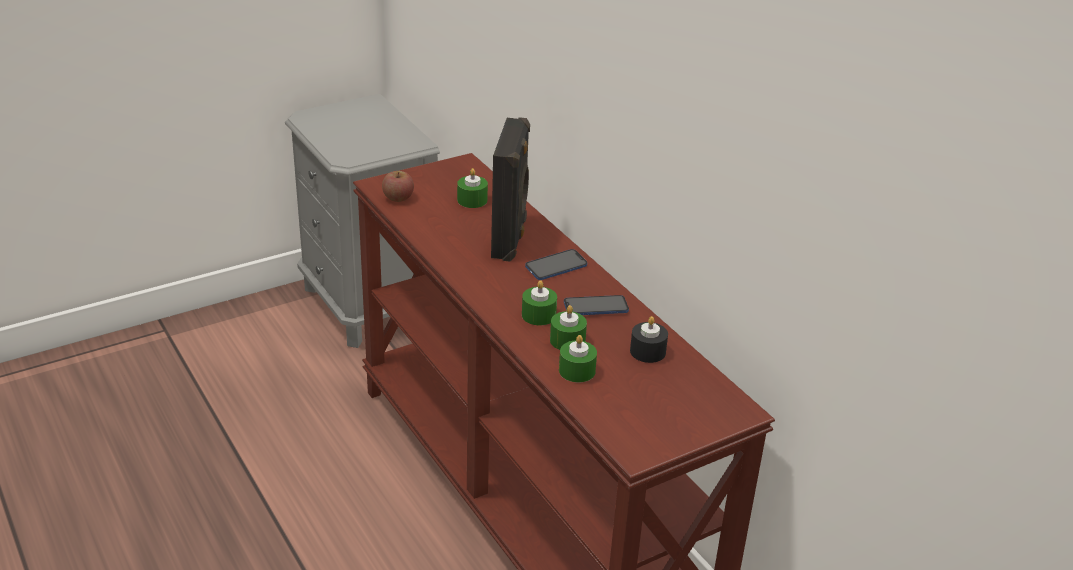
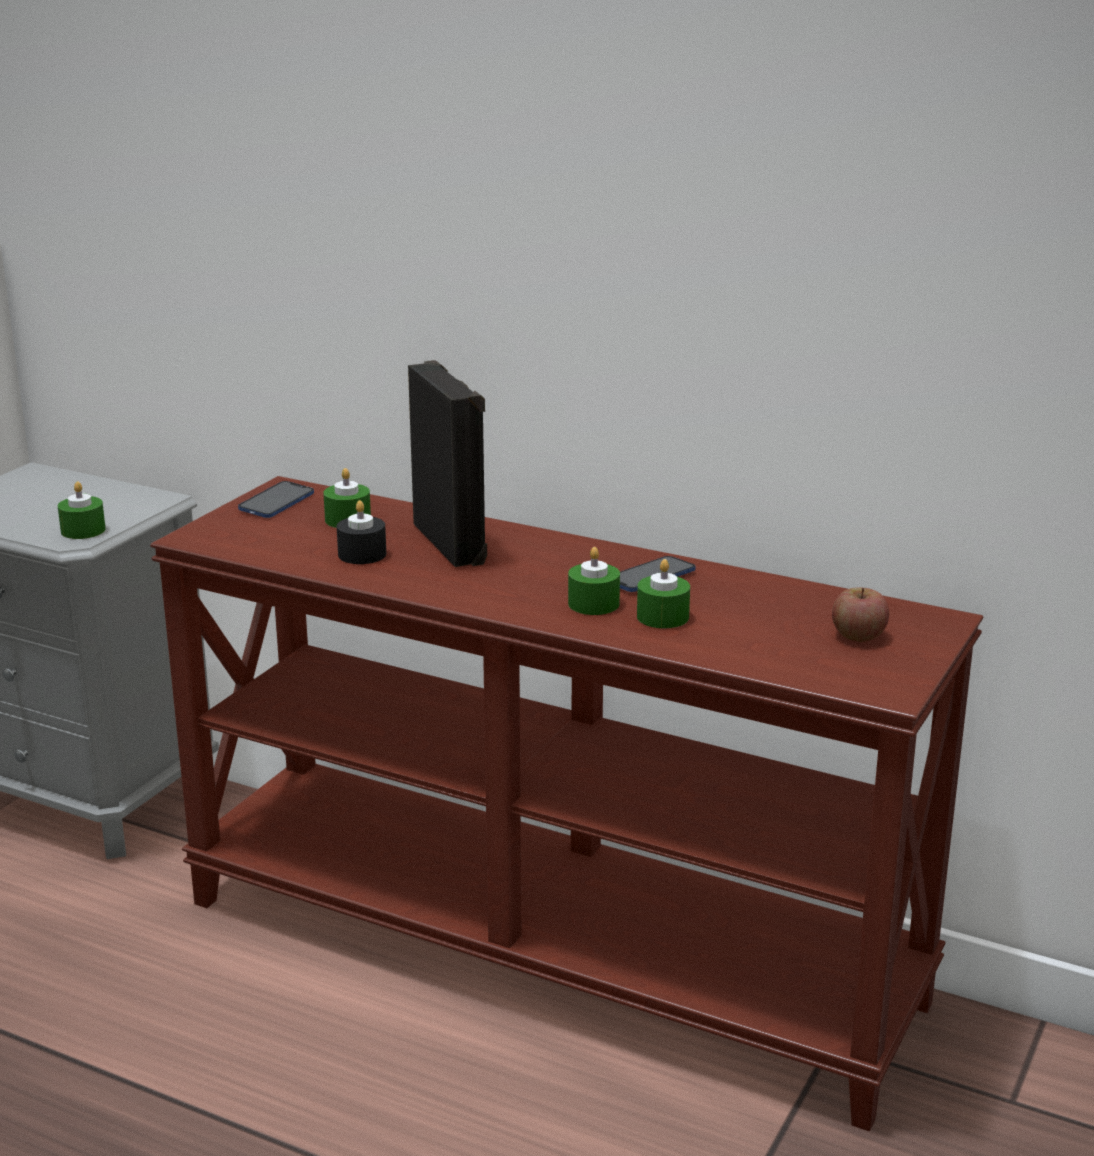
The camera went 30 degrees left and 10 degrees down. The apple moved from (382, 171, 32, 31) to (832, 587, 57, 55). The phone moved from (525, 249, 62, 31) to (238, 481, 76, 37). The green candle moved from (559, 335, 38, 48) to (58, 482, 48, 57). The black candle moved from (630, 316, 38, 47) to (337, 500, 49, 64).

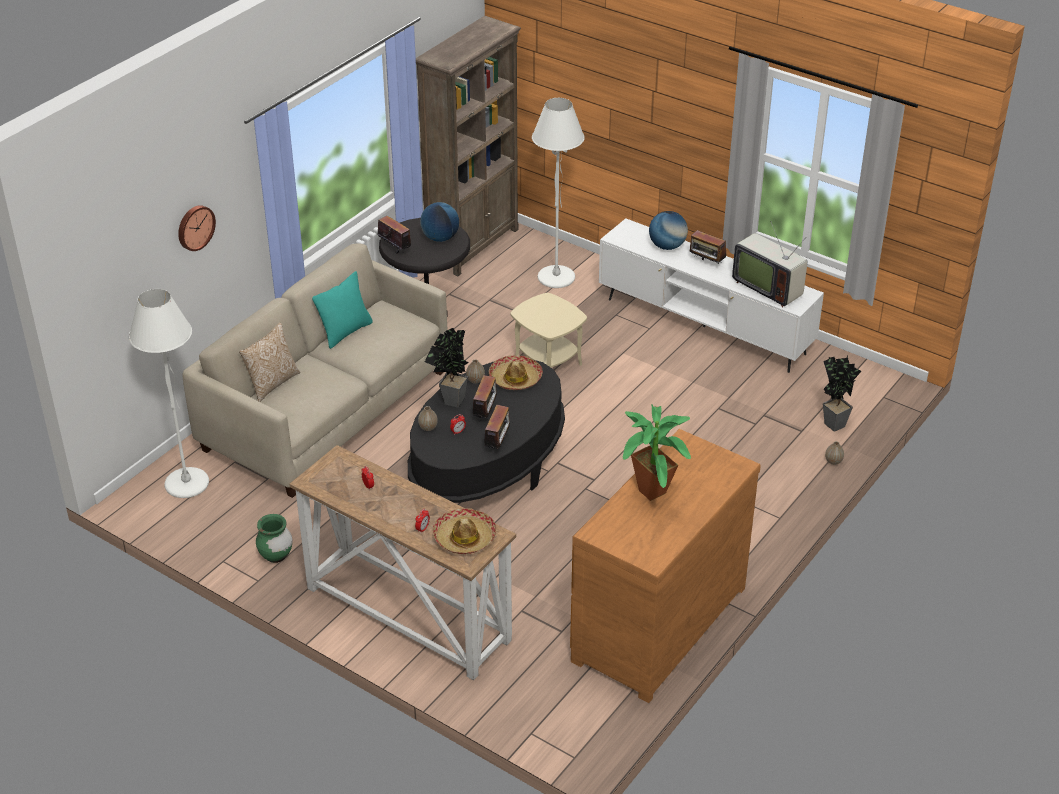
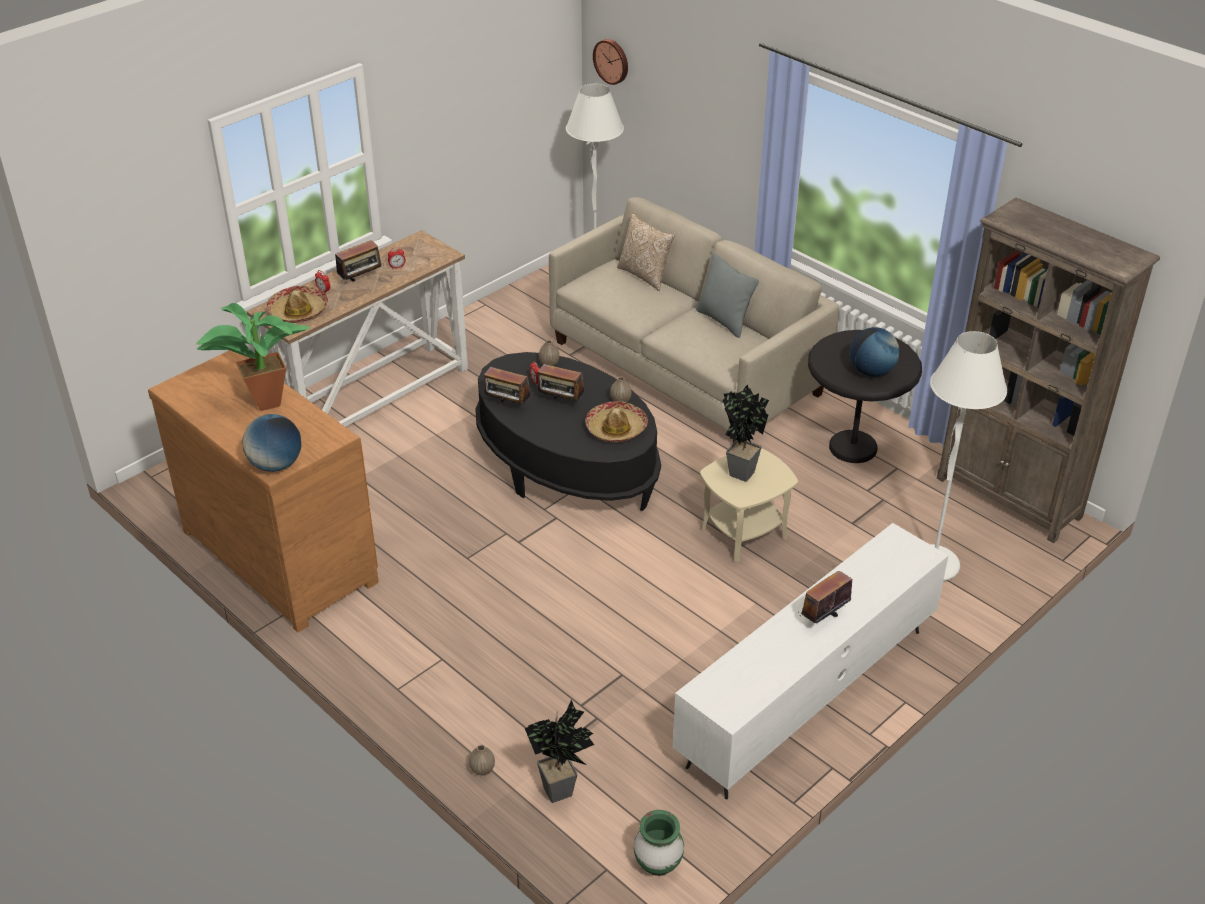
The camera went 100 degrees right and 0 degrees up. The wall clock moved from (178, 205, 38, 46) to (593, 39, 35, 46). The green vase moved from (256, 514, 36, 49) to (634, 810, 50, 66). The turquoise pillow at (312, 271, 61, 78) became the grey pillow at (696, 253, 63, 85). The radio moved from (377, 216, 34, 38) to (335, 240, 47, 42). The potted plant moved from (425, 328, 44, 80) to (722, 384, 47, 98). The globe moved from (649, 211, 39, 39) to (243, 414, 58, 58). The television at (732, 221, 75, 86) disappeared.

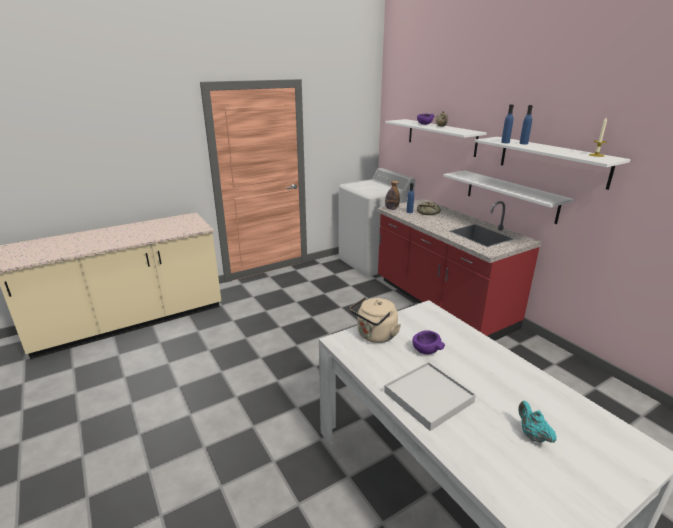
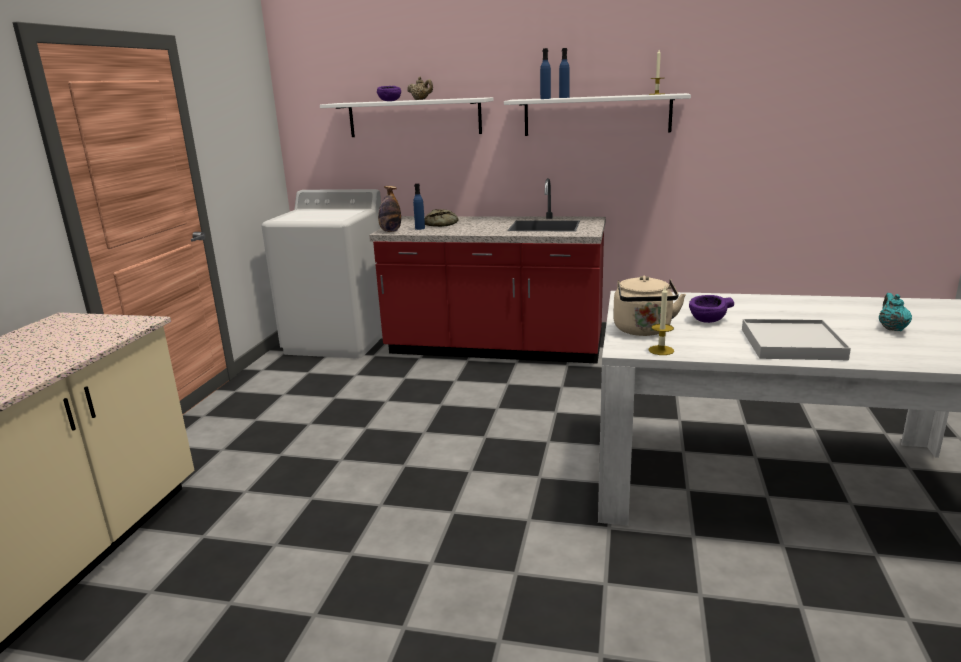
The camera went 45 degrees left and 5 degrees down. The white shelf at (443, 170, 131, 54) disappeared. The turquoise teapot at (518, 401, 38, 42) turned 75 degrees clockwise. The candle at (649, 287, 25, 68) appeared.

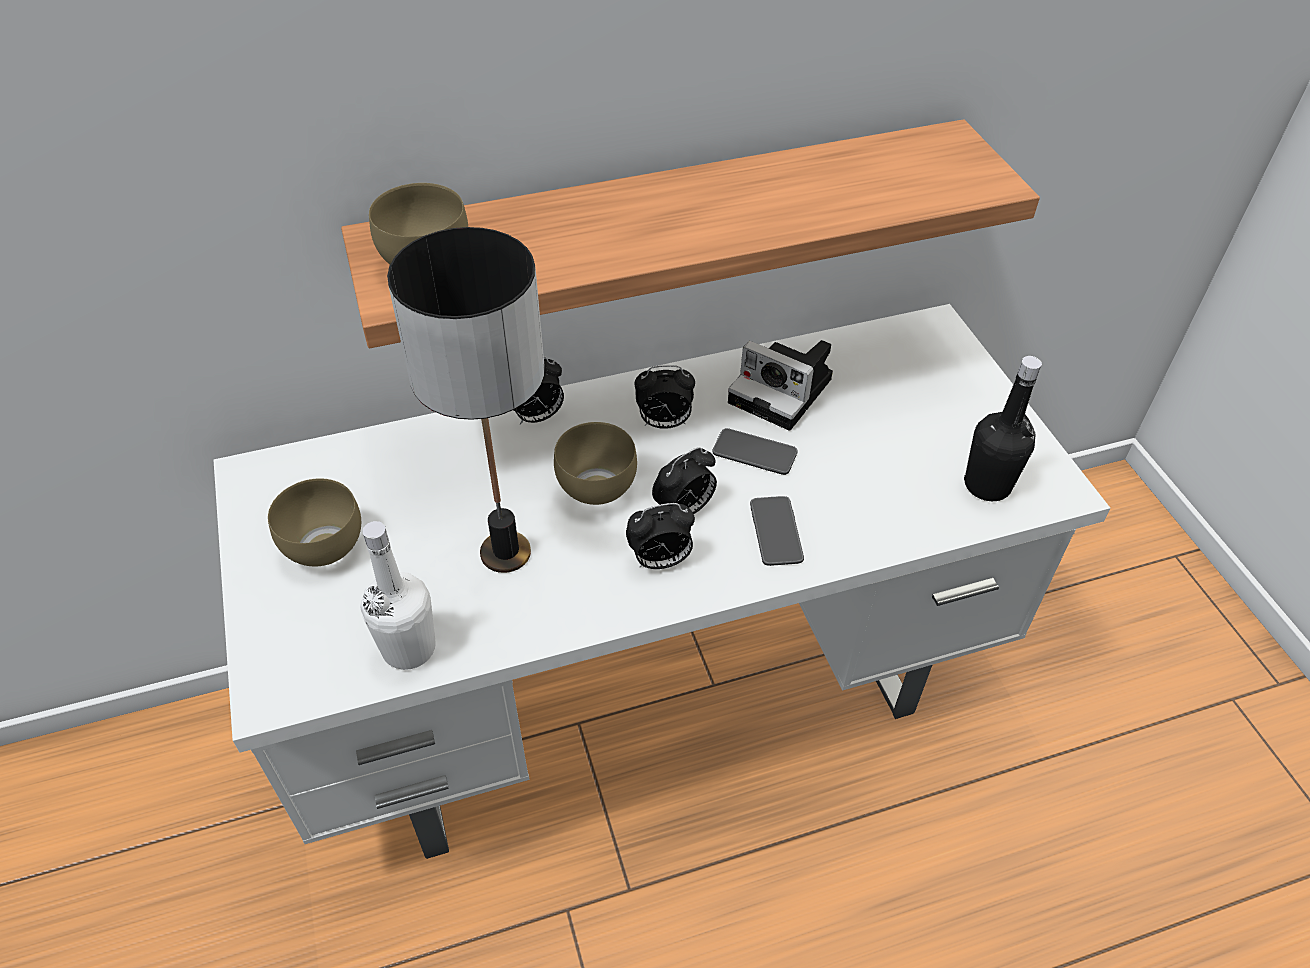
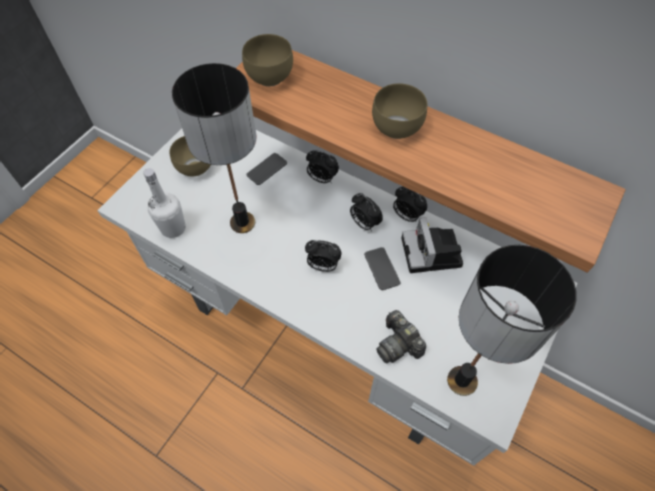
The camera went 50 degrees right and 10 degrees up. The brown bowl moved from (554, 422, 83, 83) to (372, 83, 55, 56). The alarm clock moved from (626, 503, 69, 66) to (393, 187, 34, 35). The phone moved from (750, 496, 54, 70) to (246, 153, 41, 32). The black bottle at (964, 356, 78, 145) was replaced by the table lamp at (447, 245, 130, 151). The photo camera at (376, 310, 50, 53) appeared.

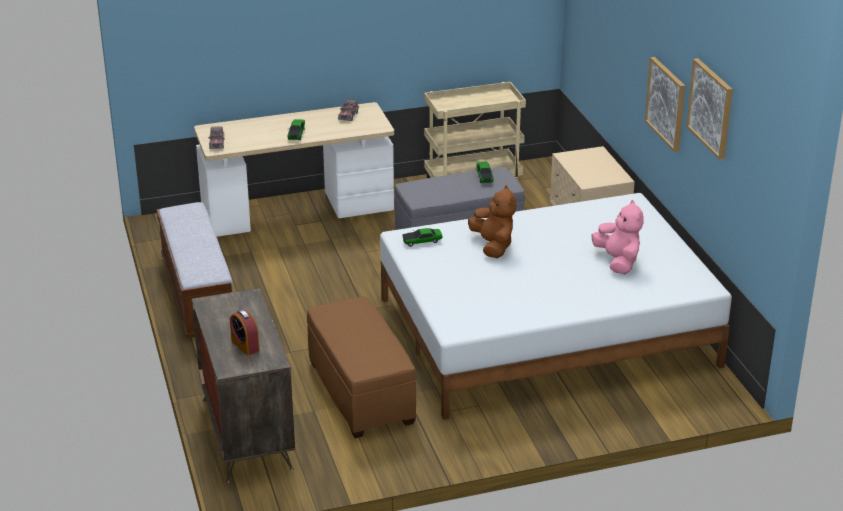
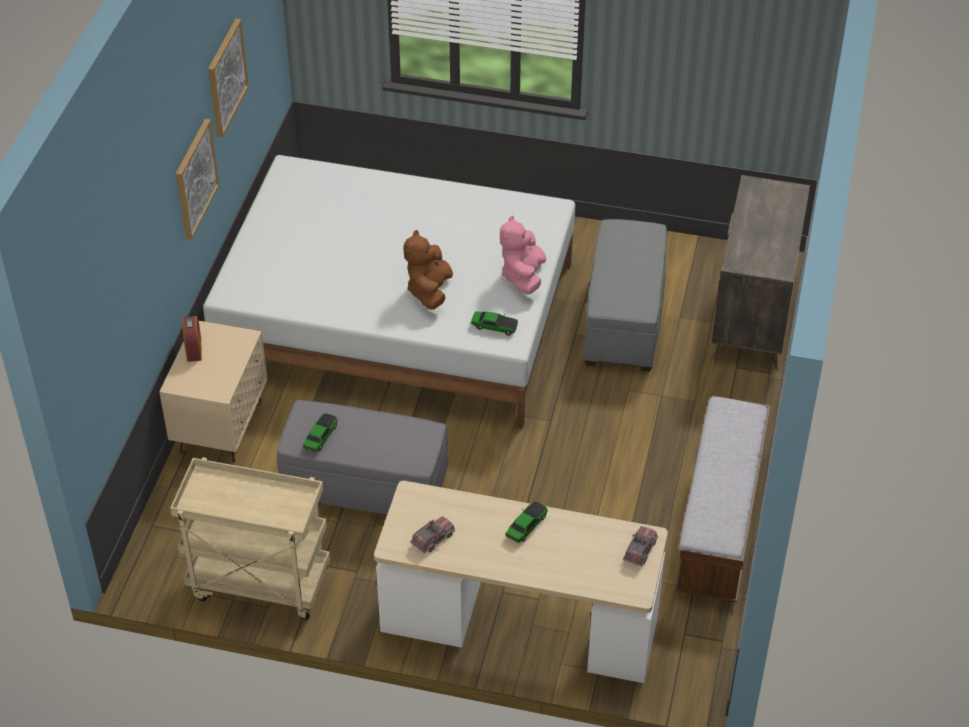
The camera went 150 degrees left and 15 degrees up. The alarm clock moved from (230, 310, 30, 46) to (182, 316, 20, 46). The brown ottoman at (307, 296, 109, 142) became the grey ottoman at (584, 219, 83, 153). The pink plush toy moved from (592, 200, 51, 74) to (500, 215, 46, 79).

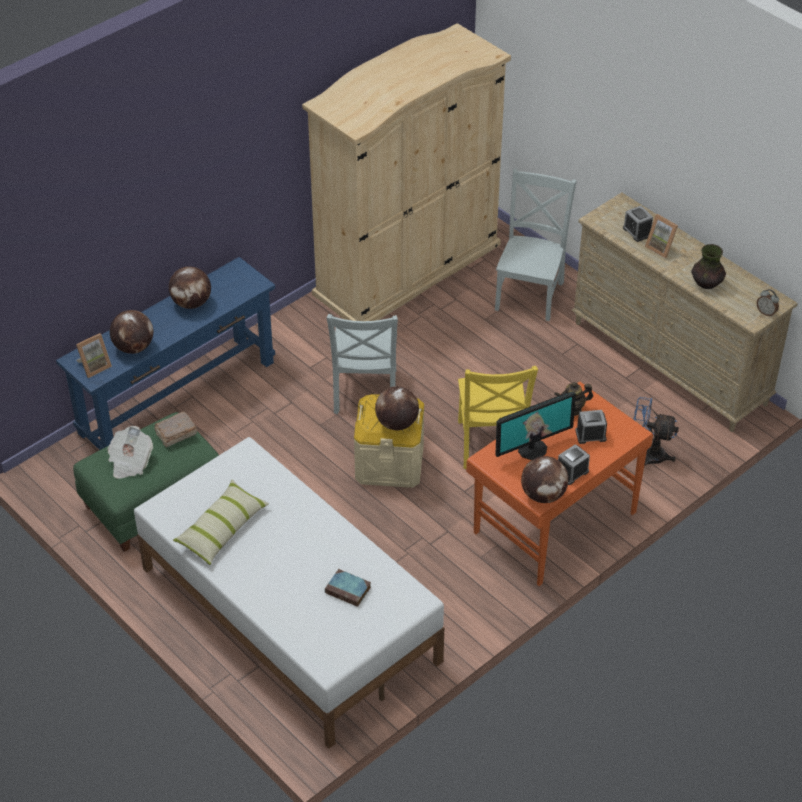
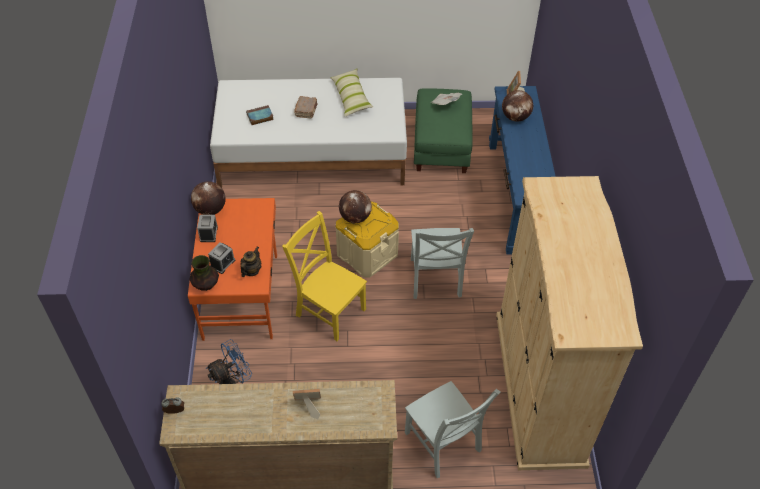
The camera went 130 degrees right and 5 degrees up. The brown book moved from (154, 411, 43, 36) to (294, 96, 24, 23). The globe at (169, 266, 42, 43) disappeared. The grey chair at (327, 314, 71, 100) turned 135 degrees counterclockwise. The monitor at (495, 392, 81, 68) disappeared. The alarm clock at (623, 206, 30, 36) disappeared. The vase moved from (691, 244, 35, 45) to (189, 255, 30, 36).

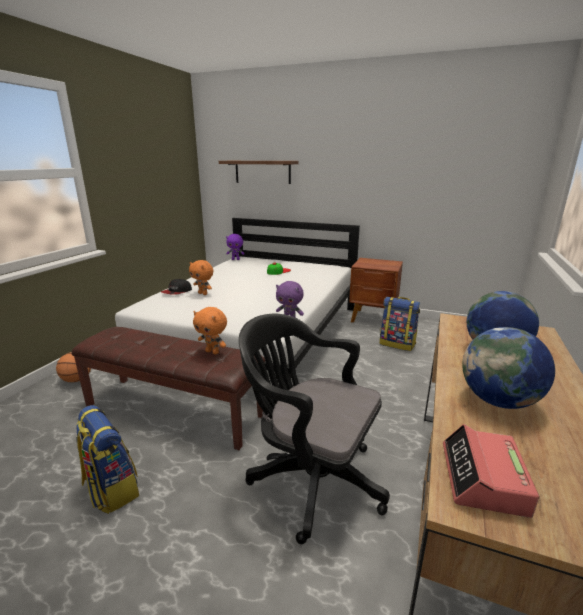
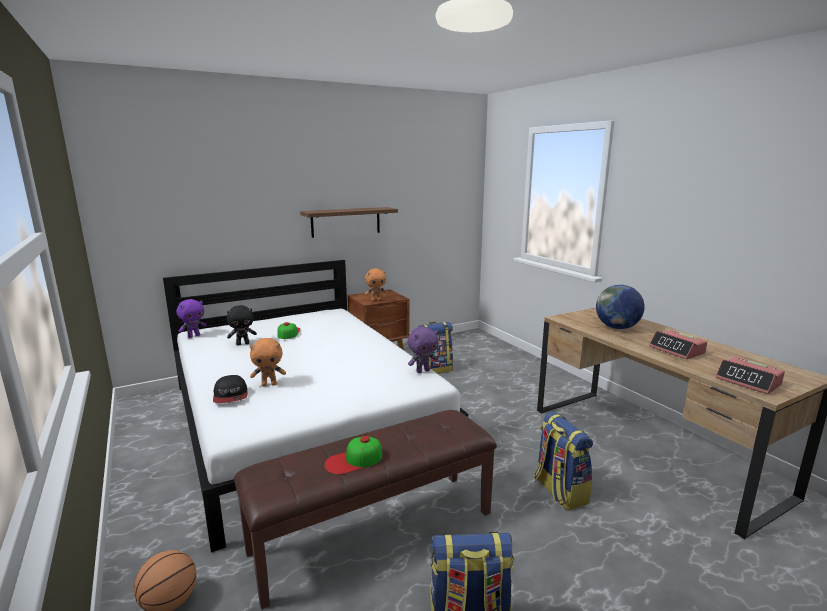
The camera went 50 degrees left and 5 degrees down. The orange plush toy moved from (193, 307, 34, 48) to (365, 268, 22, 33). The brown shelf moved from (219, 161, 80, 23) to (300, 207, 98, 31). The black office chair at (239, 314, 151, 230) was replaced by the backpack at (534, 411, 59, 99). The globe at (462, 327, 93, 82) was replaced by the alarm clock at (649, 330, 58, 29). The black plush toy at (227, 305, 30, 40) appeared. The cap at (325, 436, 57, 39) appeared.

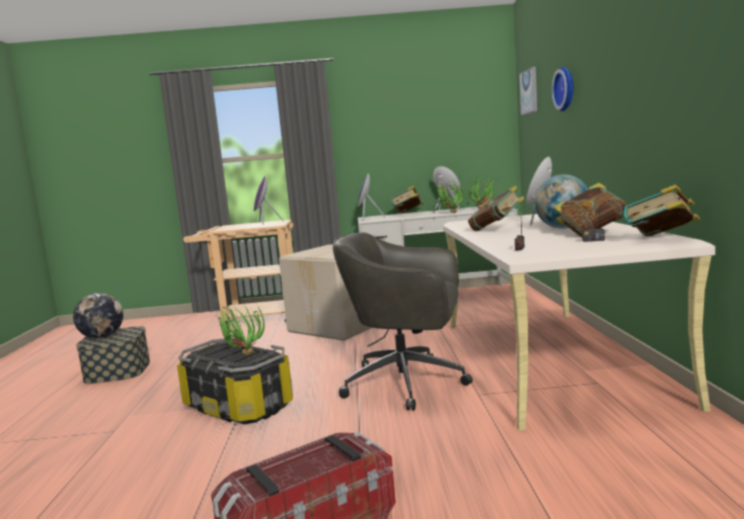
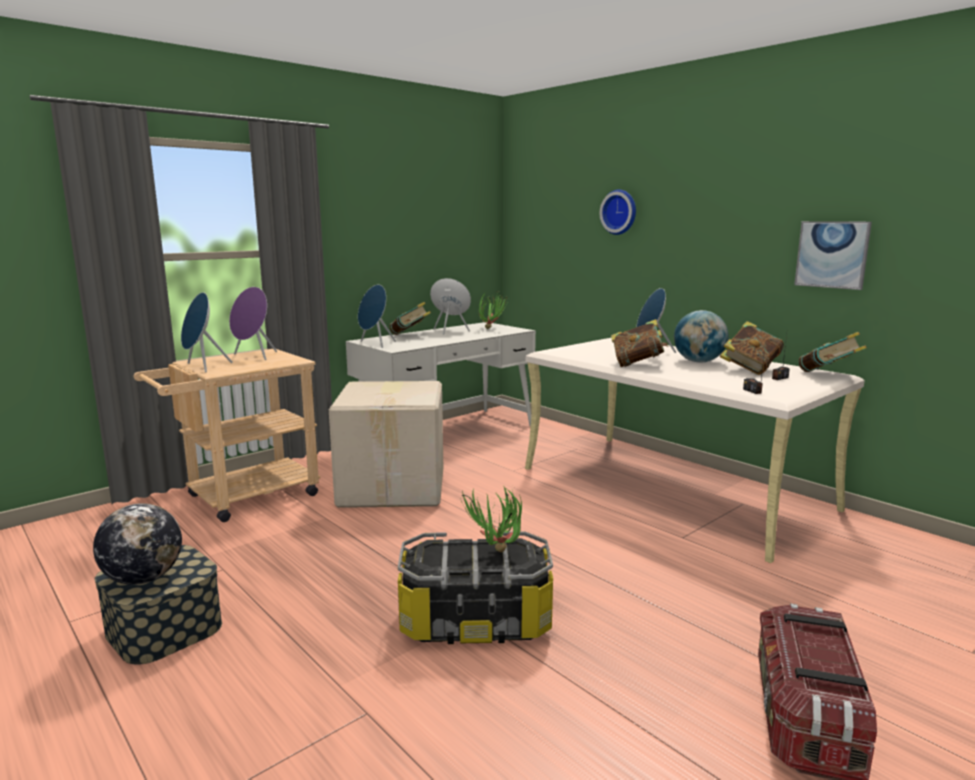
The camera went 40 degrees left and 5 degrees up. The grey office chair at (333, 232, 140, 179) disappeared. The potted plant at (437, 179, 27, 34) disappeared. The picture moved from (519, 67, 18, 48) to (794, 221, 78, 69). The blue speaker at (181, 292, 52, 80) appeared.

